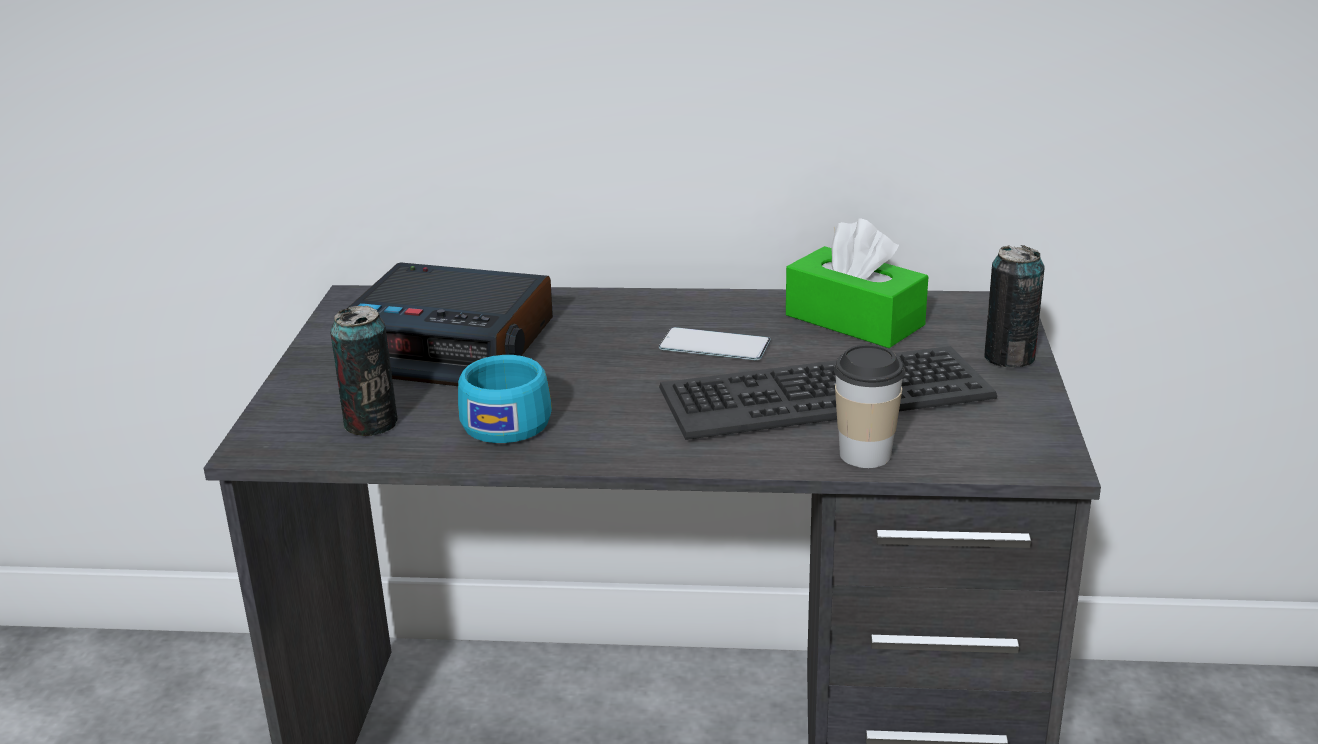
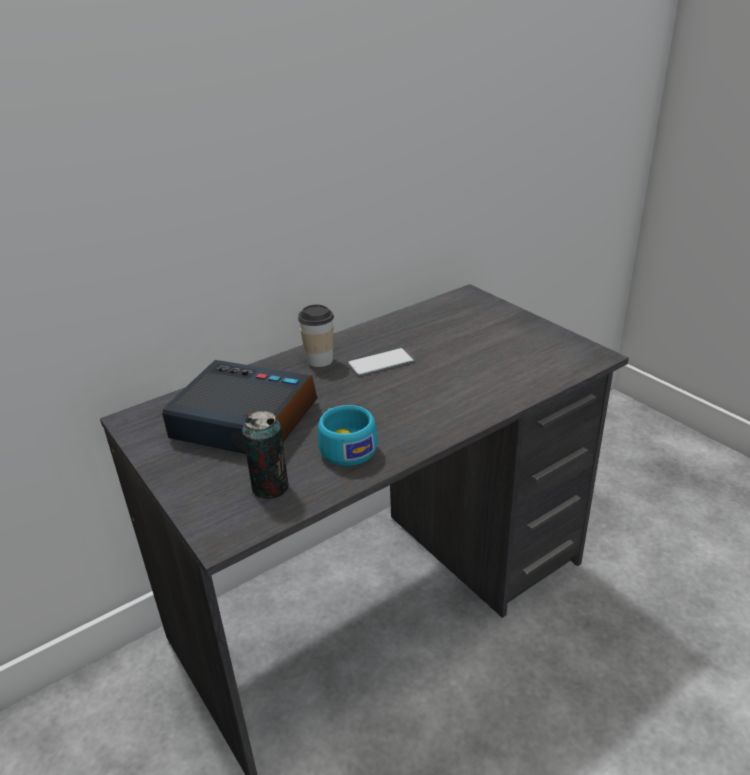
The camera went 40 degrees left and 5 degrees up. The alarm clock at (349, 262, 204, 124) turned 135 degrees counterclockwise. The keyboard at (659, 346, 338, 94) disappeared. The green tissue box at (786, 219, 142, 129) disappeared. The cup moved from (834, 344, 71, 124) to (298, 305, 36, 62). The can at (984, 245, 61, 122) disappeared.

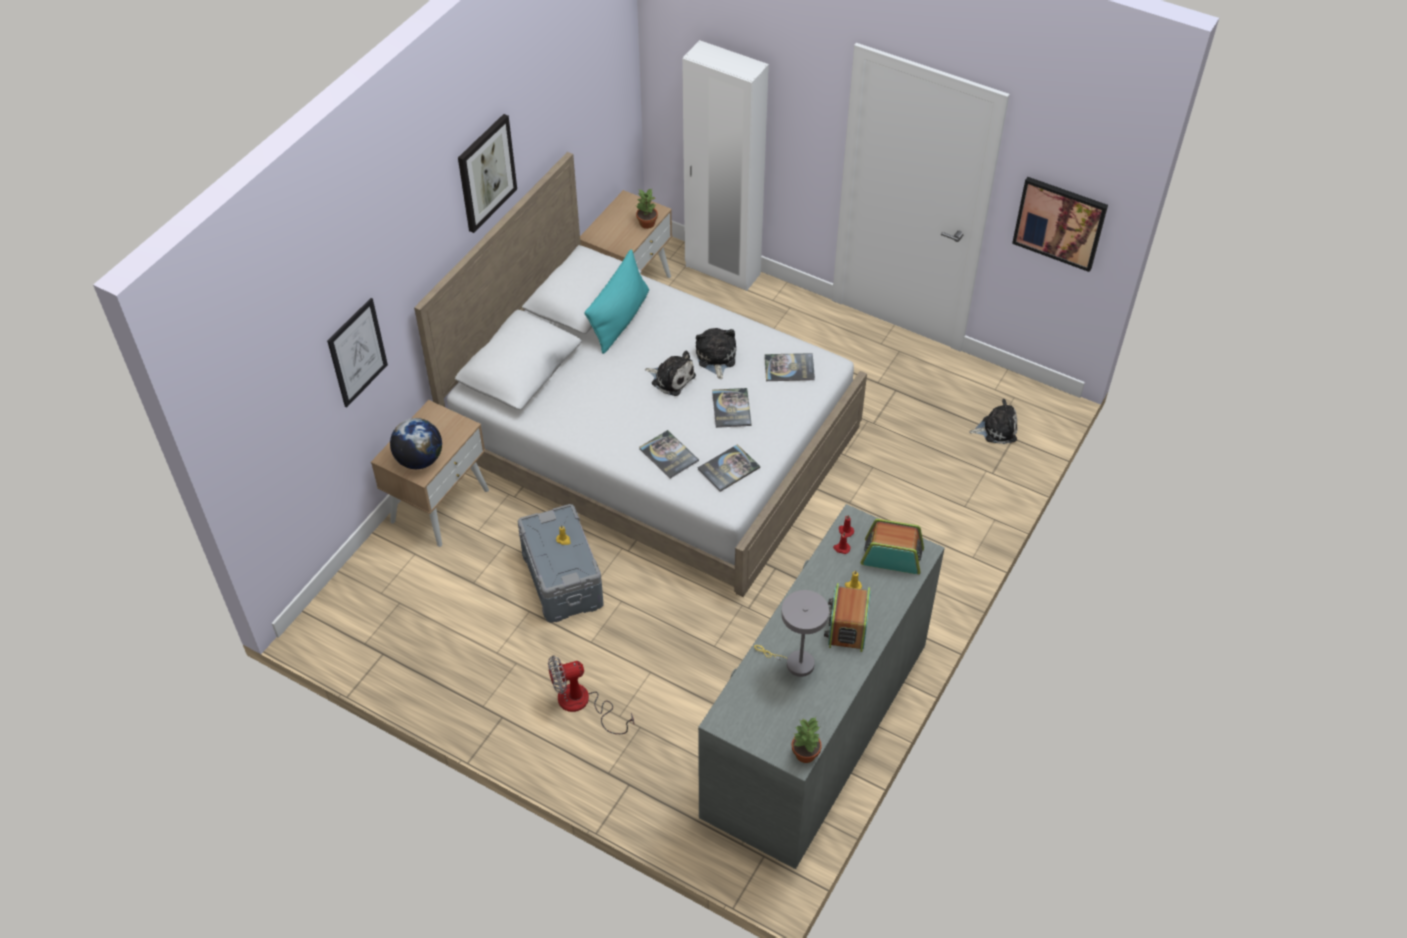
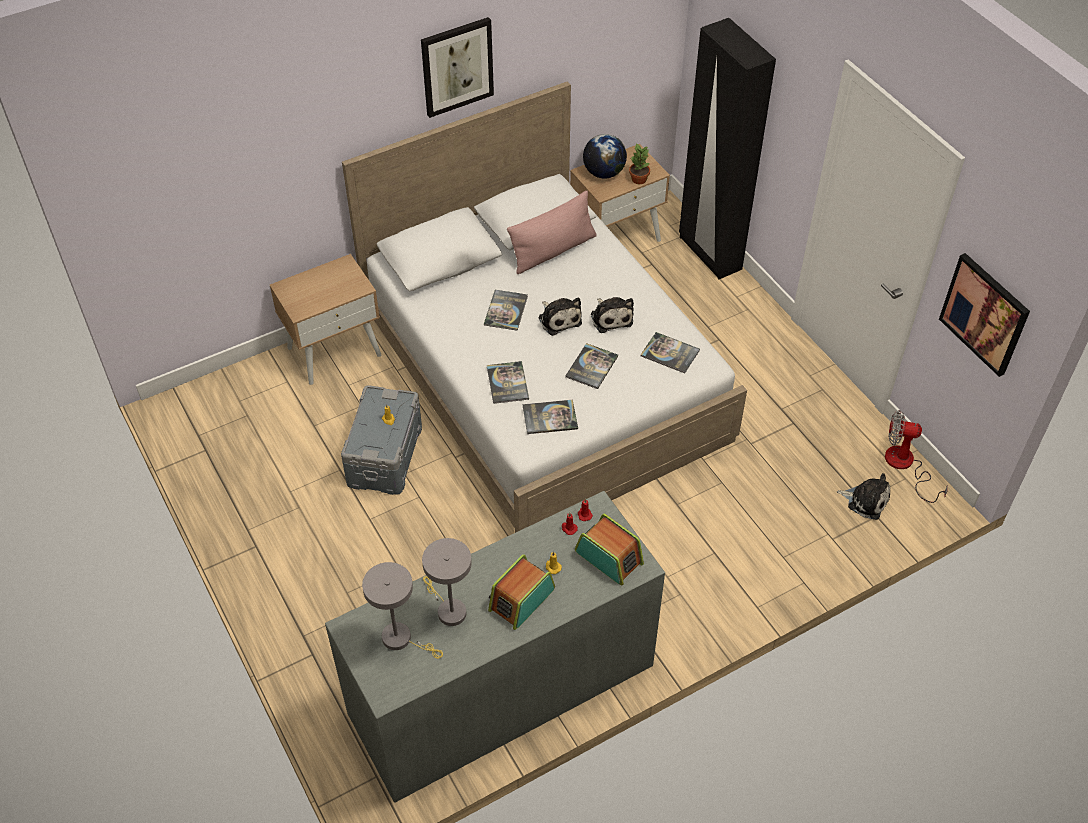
The camera went 30 degrees right and 0 degrees up. The picture at (327, 298, 61, 110) disappeared. The globe moved from (390, 418, 52, 51) to (583, 134, 44, 45). The fan moved from (548, 655, 86, 79) to (885, 410, 63, 93). The turquoise pillow at (584, 249, 65, 105) became the pink pillow at (507, 191, 90, 83). The white wardrobe at (682, 40, 87, 251) became the black wardrobe at (679, 18, 97, 261). The plush toy at (696, 328, 40, 51) turned 135 degrees clockwise. The potted plant at (792, 717, 30, 46) disappeared. The grey table lamp at (362, 562, 81, 97) appeared. The book at (484, 290, 44, 41) appeared.

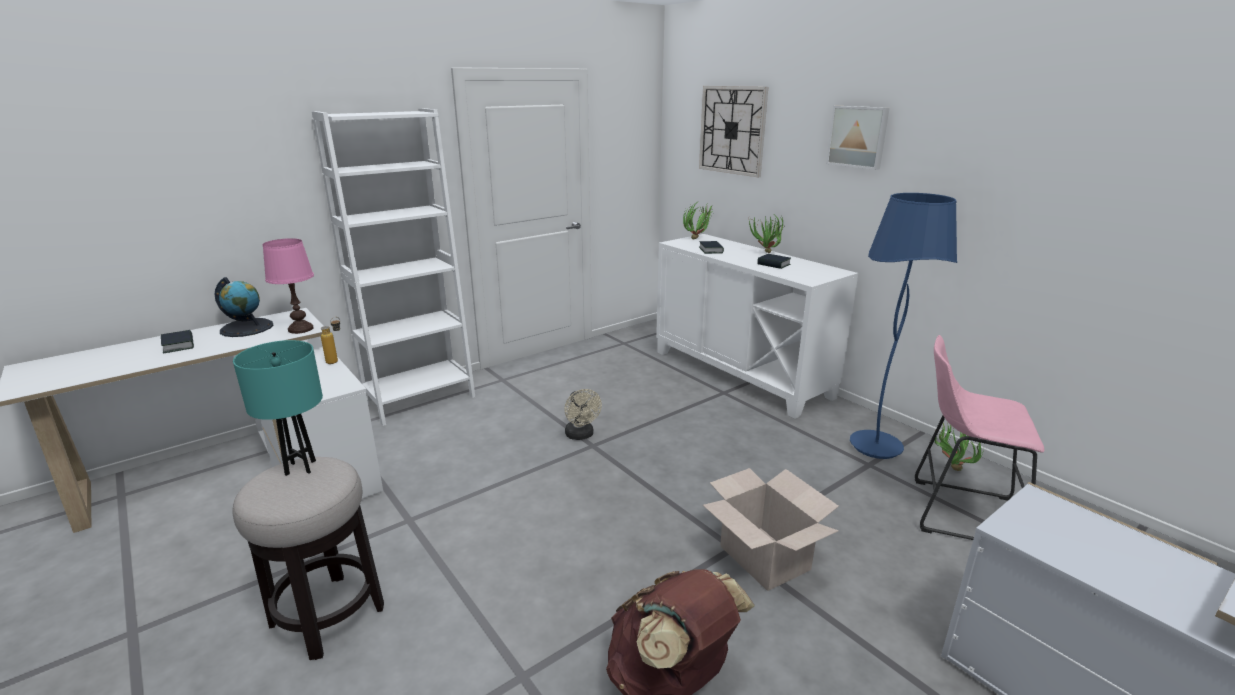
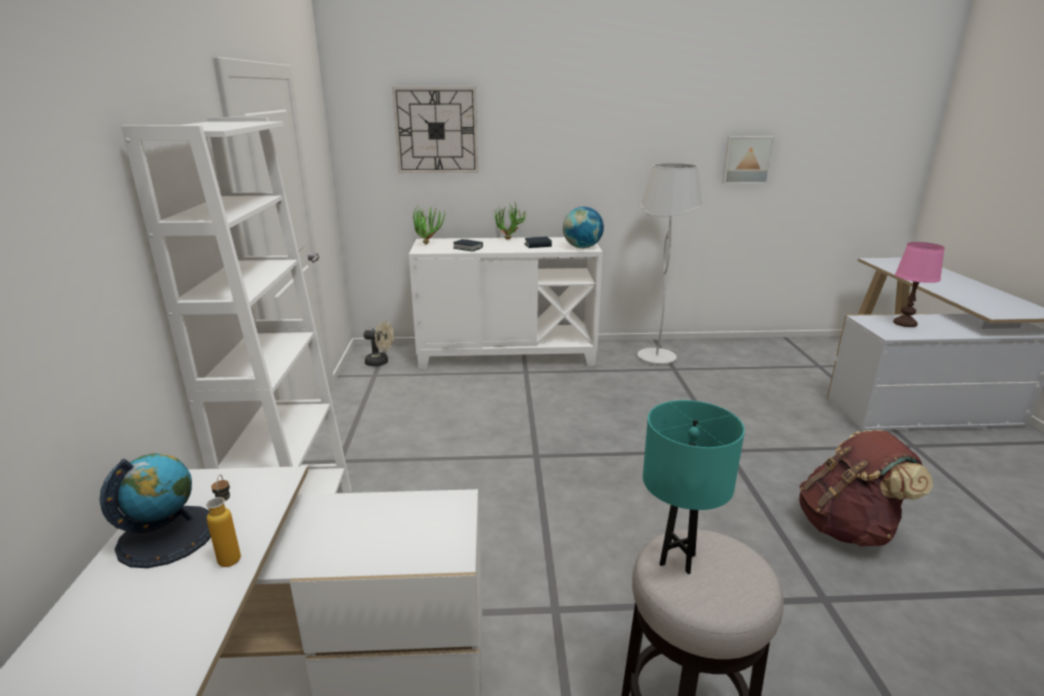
The camera went 55 degrees left and 0 degrees up. The book at (161, 330, 33, 23) disappeared. The pink table lamp moved from (262, 238, 52, 96) to (893, 242, 52, 85). The bottle moved from (321, 317, 19, 47) to (206, 475, 35, 92). The beige fan moved from (564, 389, 38, 51) to (364, 321, 30, 45). The cardboard box at (703, 468, 136, 123) disappeared. The picture moved from (826, 106, 64, 64) to (722, 136, 53, 48). The blue floor lamp at (850, 193, 107, 266) became the white floor lamp at (638, 163, 65, 202). The pink stool at (915, 335, 129, 205) disappeared. The potted plant at (935, 423, 49, 48) disappeared. The globe at (563, 207, 41, 41) appeared.

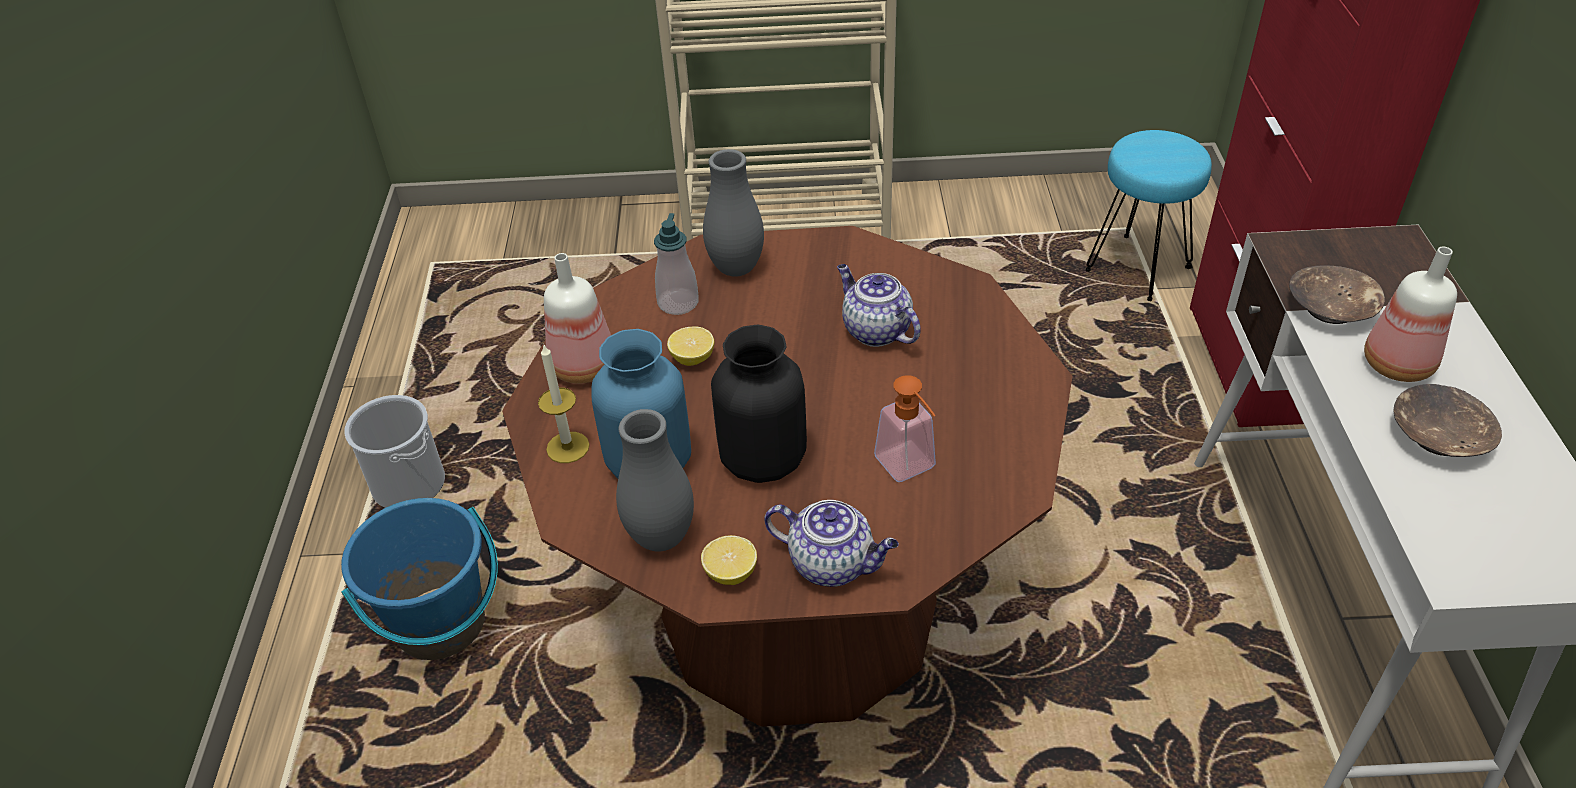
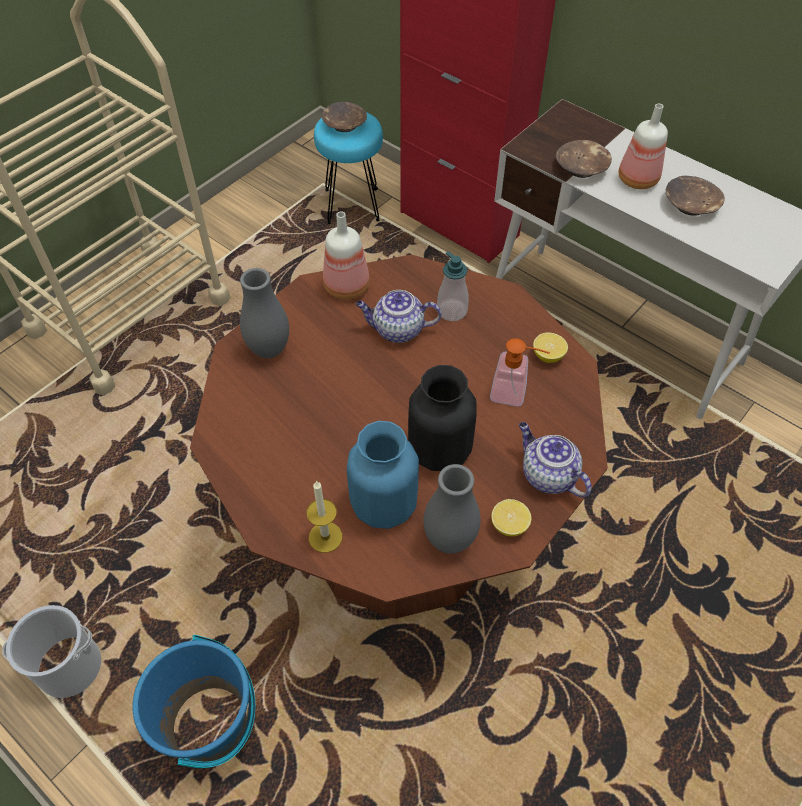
The camera went 50 degrees left and 10 degrees up. The bottle moved from (544, 253, 67, 131) to (323, 212, 47, 88). The soap dispenser moved from (654, 213, 45, 102) to (437, 251, 31, 70). The lemon moved from (667, 327, 48, 39) to (533, 332, 35, 31). The teapot at (765, 500, 134, 87) turned 105 degrees counterclockwise. The brown bowl at (322, 102, 45, 30) appeared.

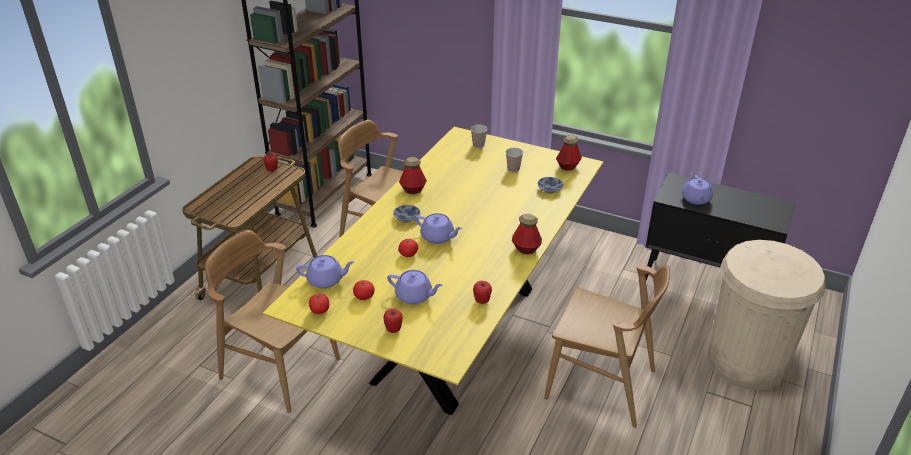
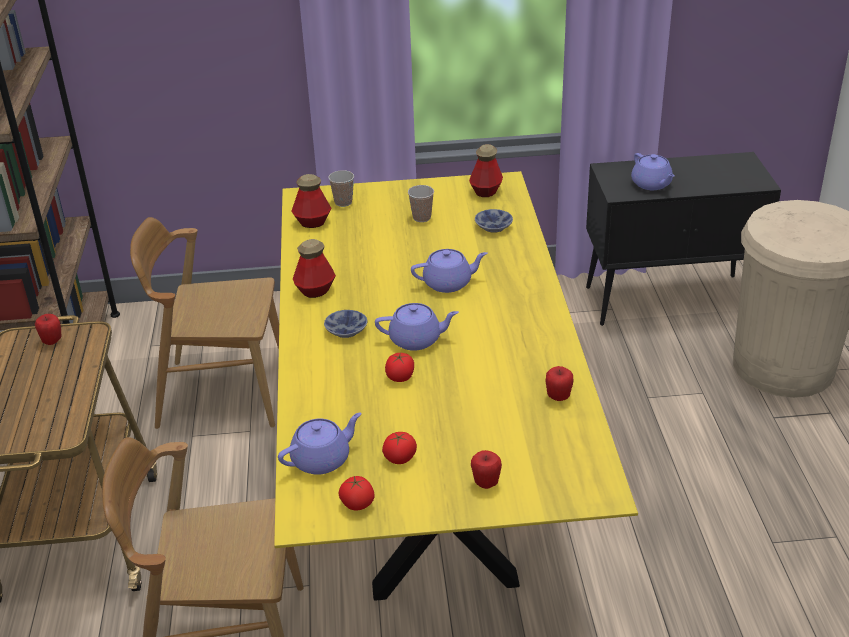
The camera went 30 degrees left and 0 degrees up. The purple teapot moved from (387, 270, 56, 34) to (411, 249, 76, 44). The bottle moved from (512, 214, 30, 40) to (291, 174, 41, 54). The brown chair at (544, 265, 126, 163) disappeared.

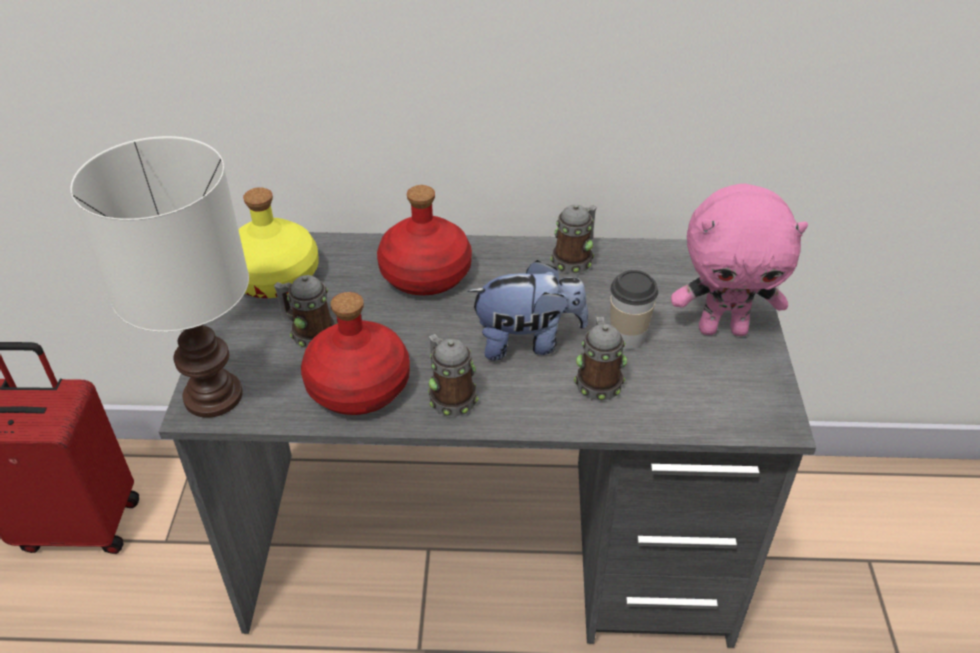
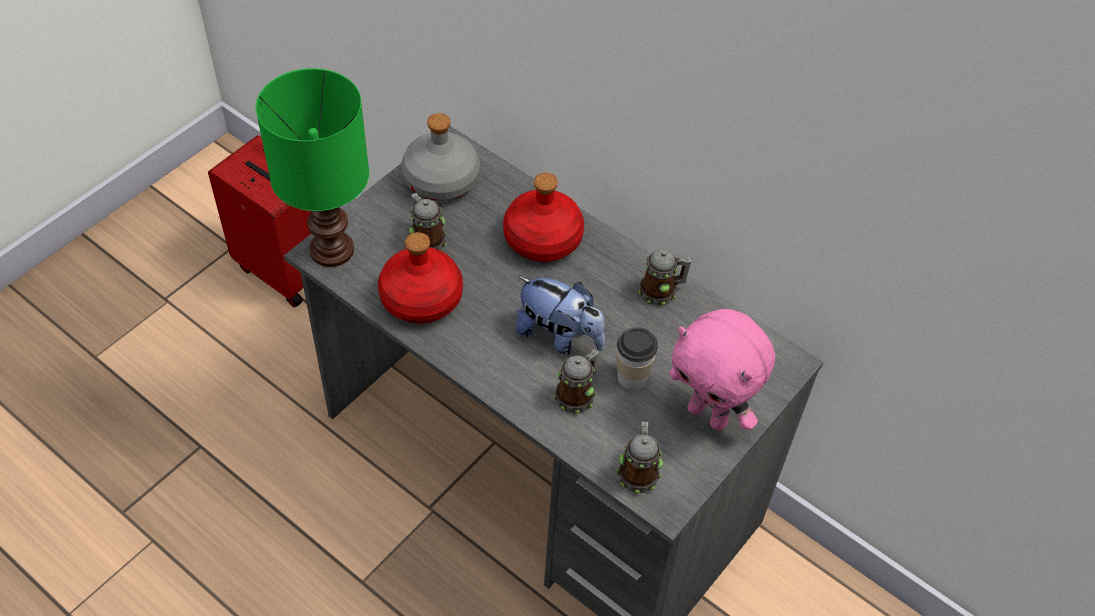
The camera went 35 degrees right and 10 degrees up. The white table lamp at (70, 136, 179, 282) became the green table lamp at (256, 68, 113, 199). The yellow bottle at (238, 187, 81, 111) became the grey bottle at (402, 113, 78, 88). The mug moved from (428, 334, 51, 83) to (616, 421, 47, 72).

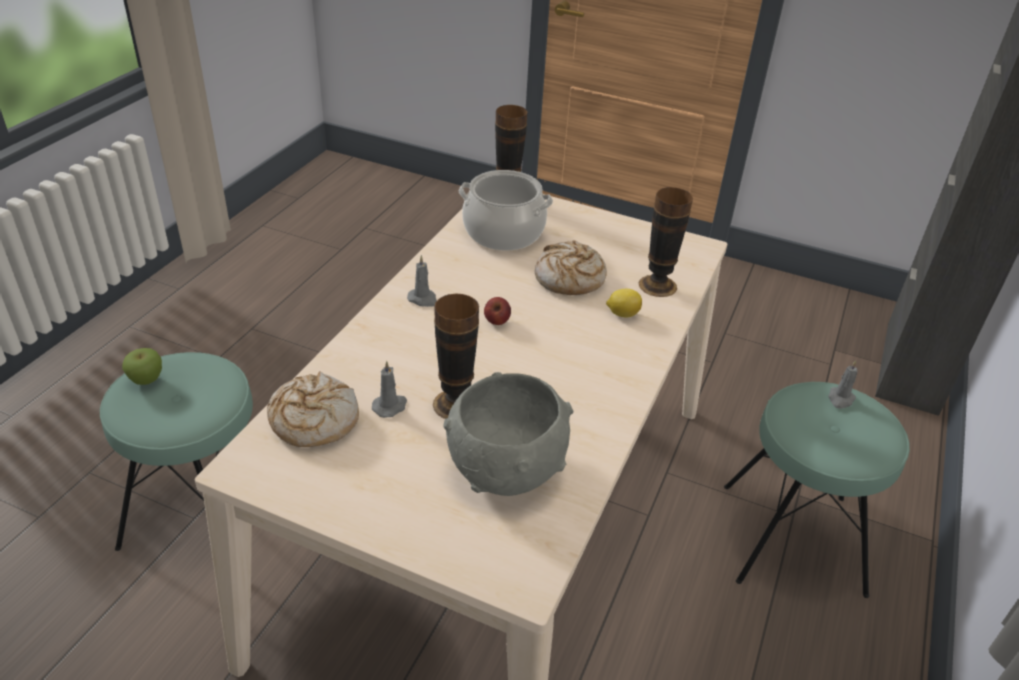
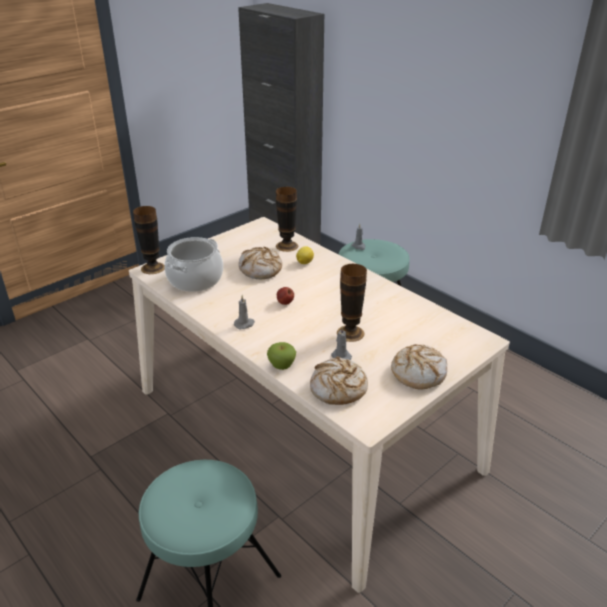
The camera went 65 degrees left and 5 degrees down. The apple moved from (122, 348, 40, 37) to (267, 342, 29, 28). The grey bowl at (443, 372, 130, 124) disappeared. The bread at (391, 344, 56, 46) appeared.

